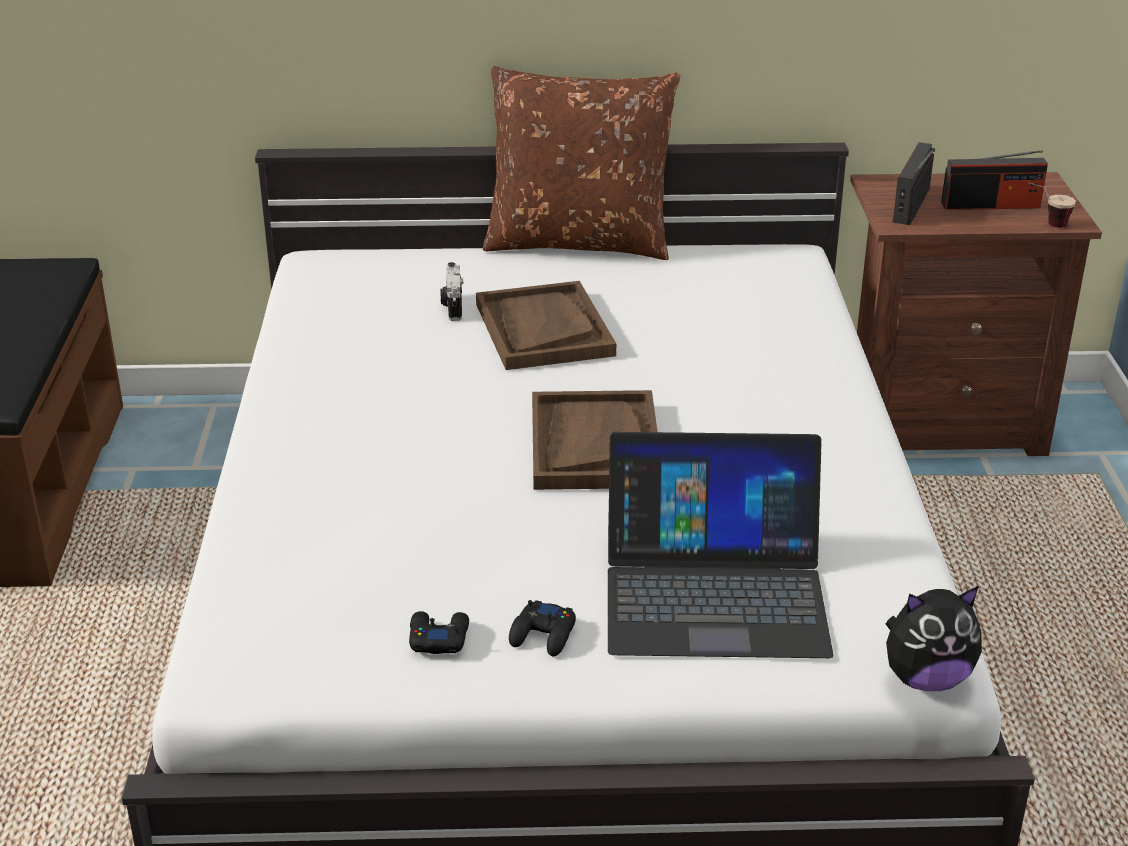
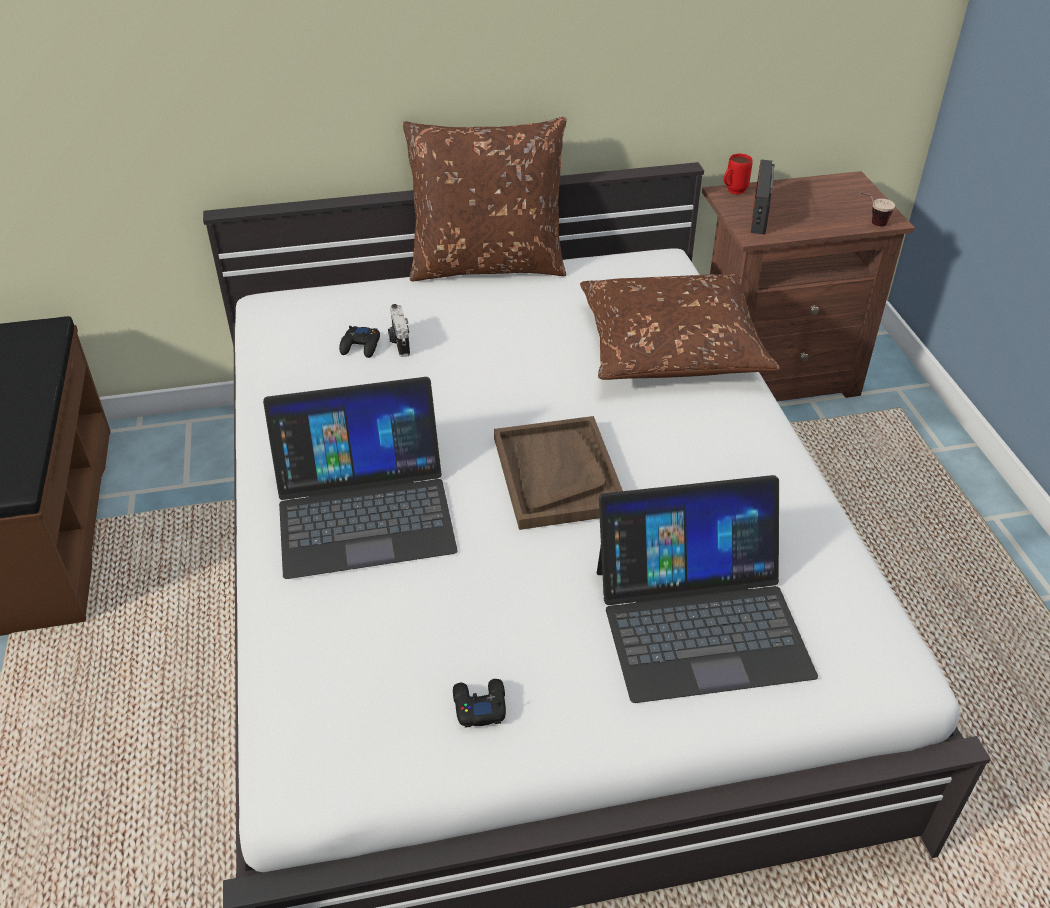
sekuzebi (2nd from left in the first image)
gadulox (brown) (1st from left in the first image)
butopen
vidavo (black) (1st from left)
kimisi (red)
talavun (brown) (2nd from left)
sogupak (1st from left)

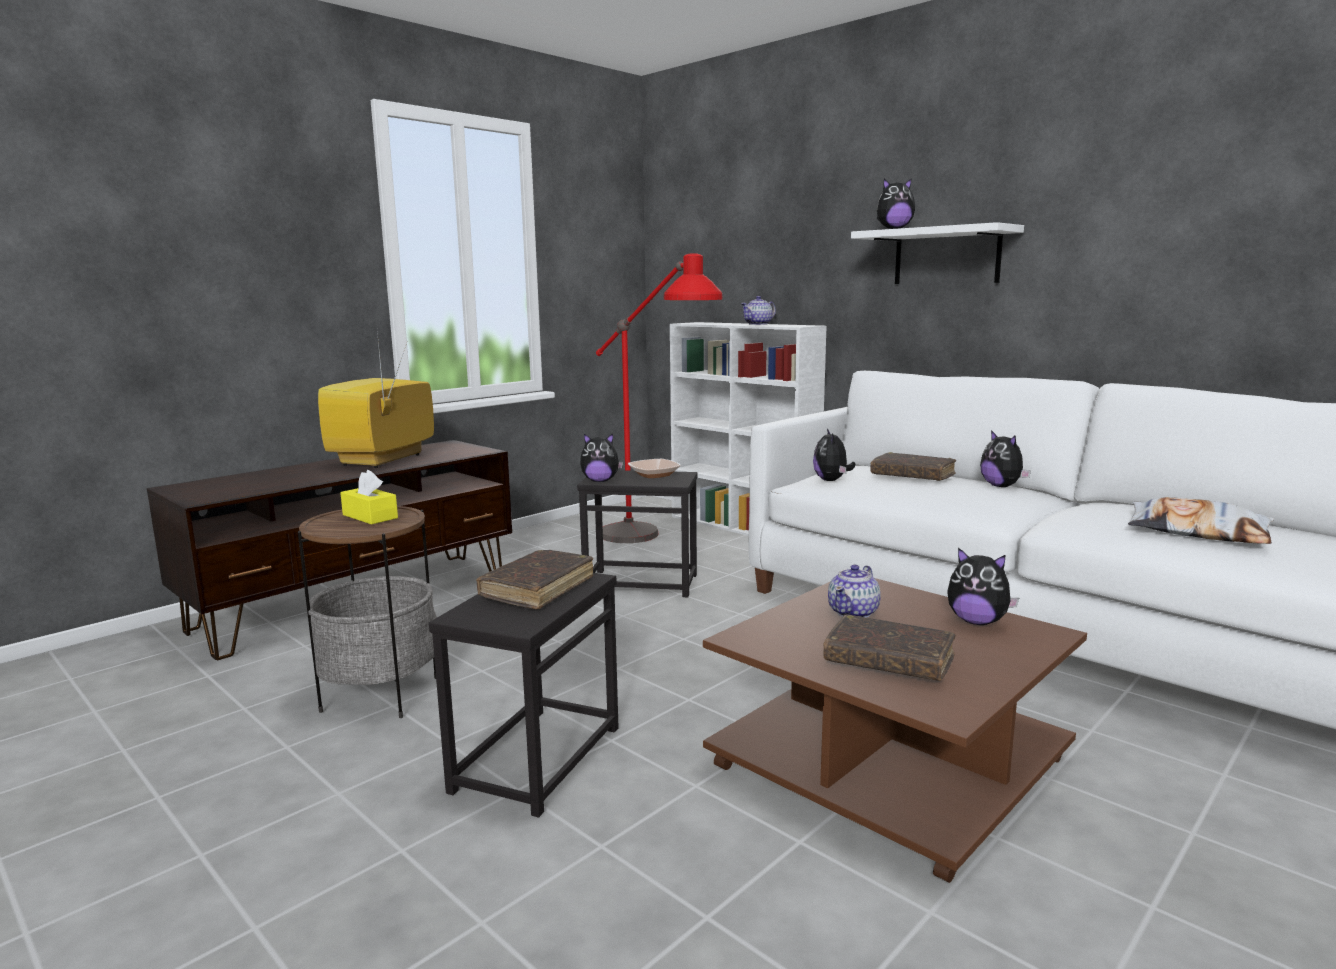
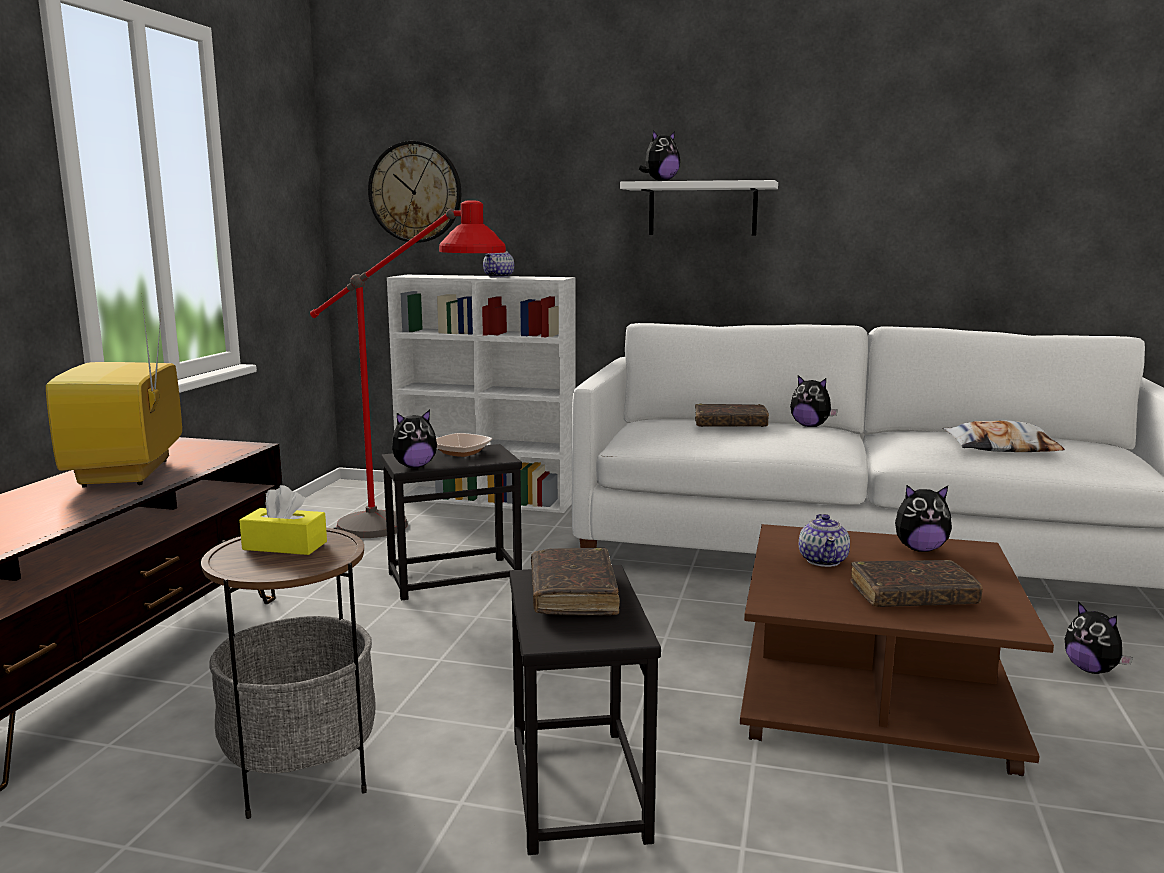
butopen (5th from left)
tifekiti

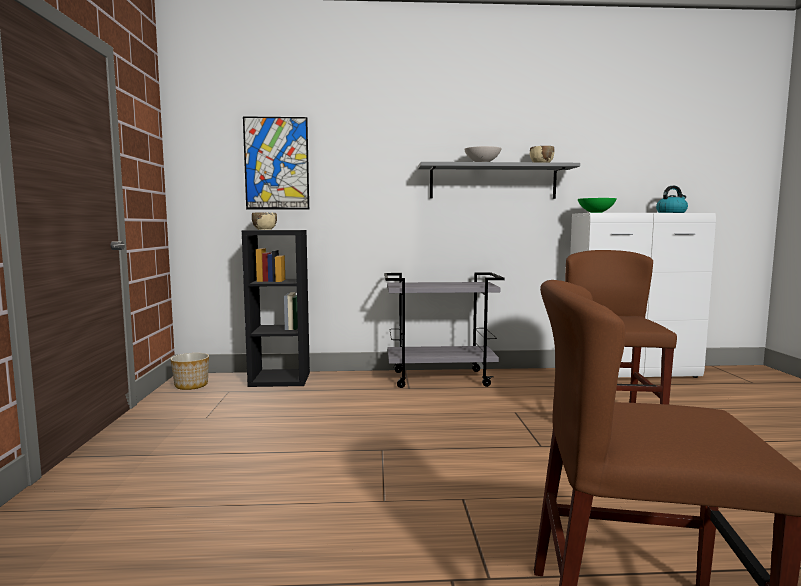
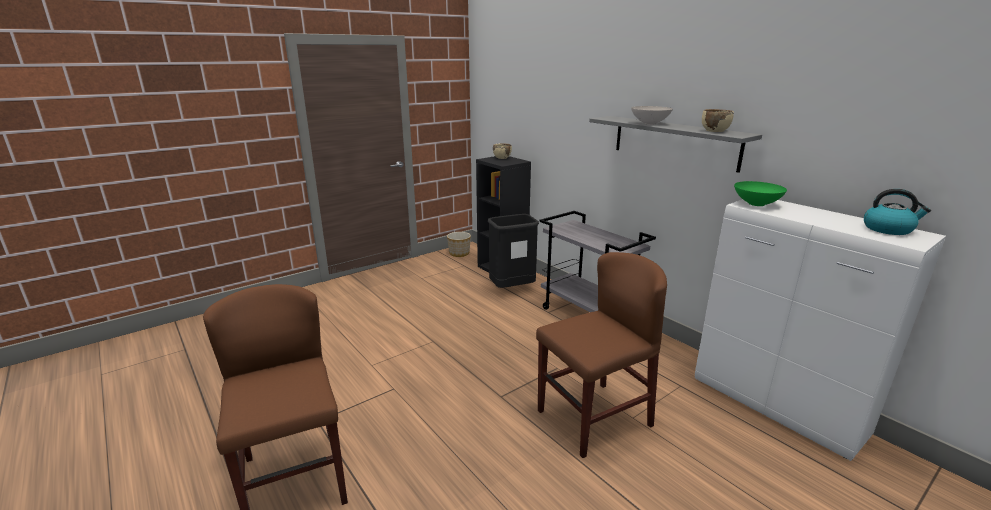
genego
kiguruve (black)

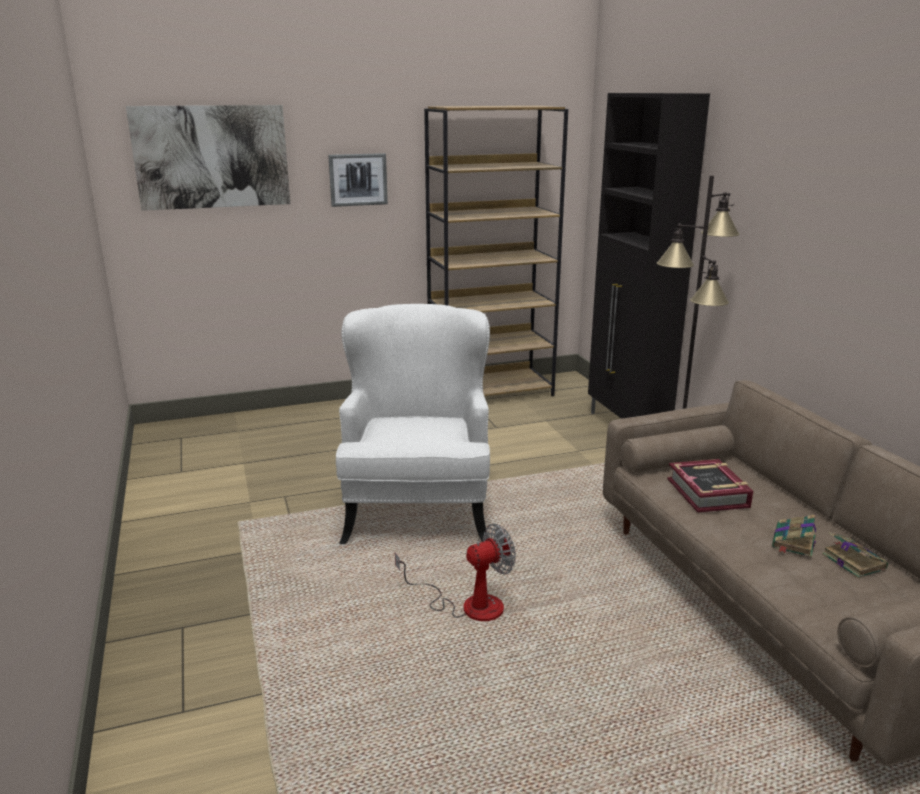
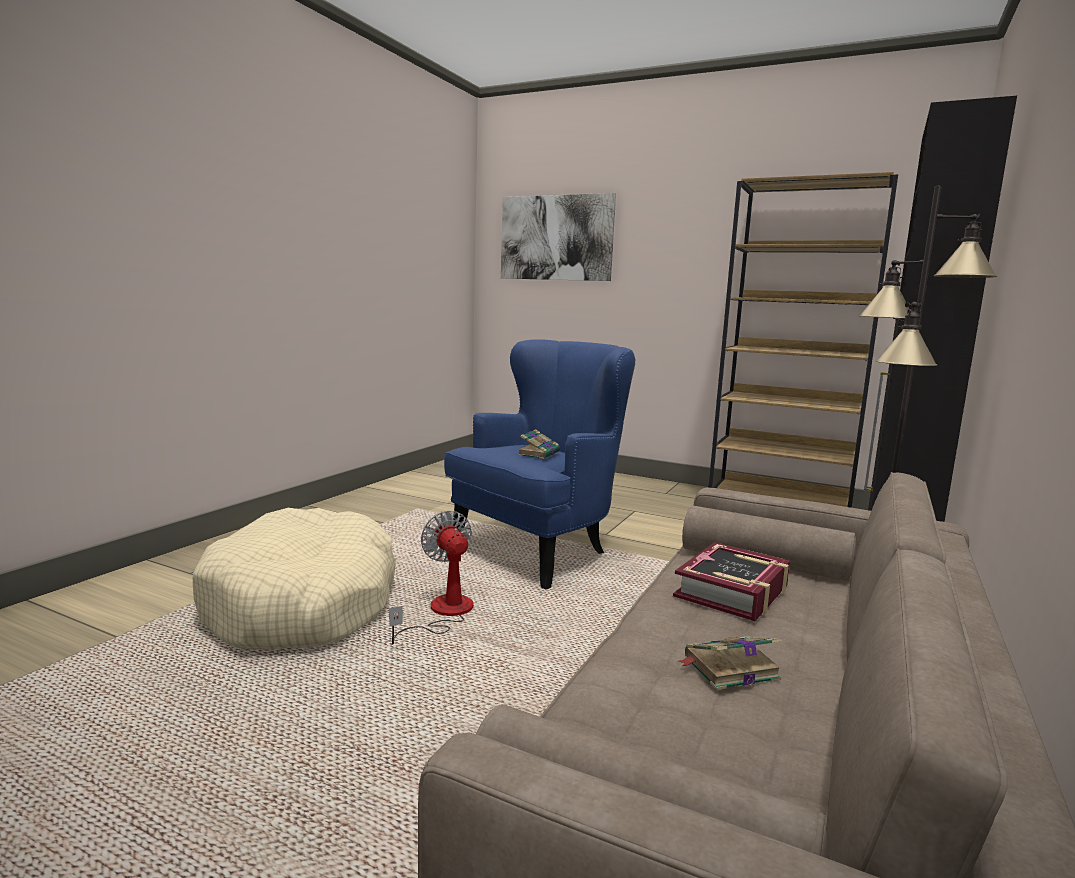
genego (2nd from left in the first image)
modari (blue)
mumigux
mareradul (1st from left)
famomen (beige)

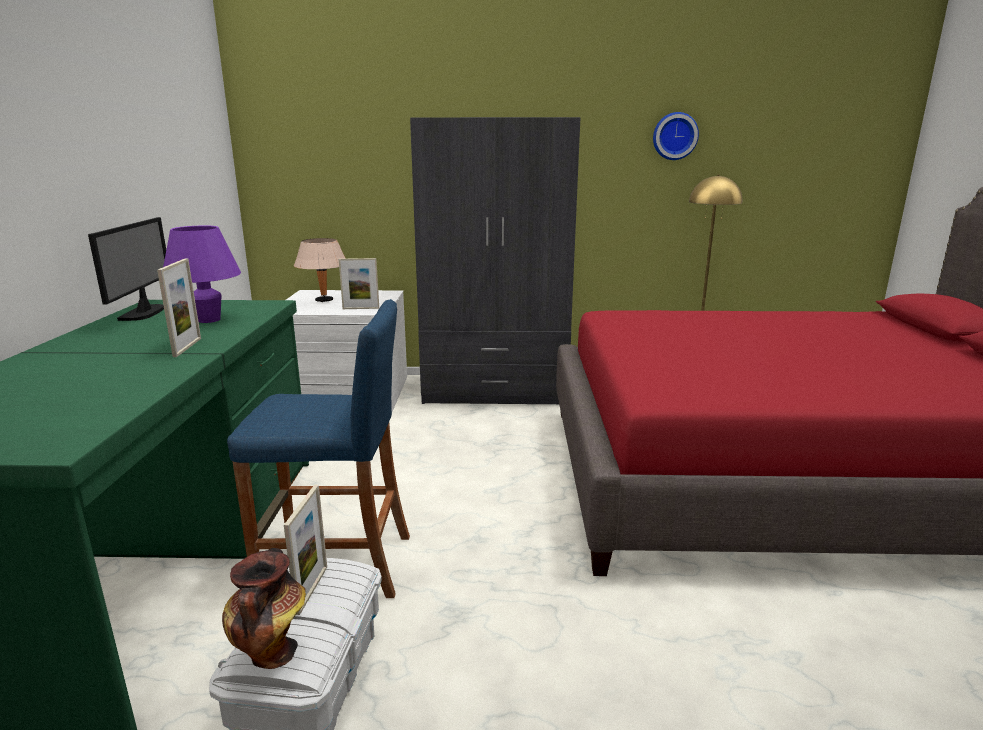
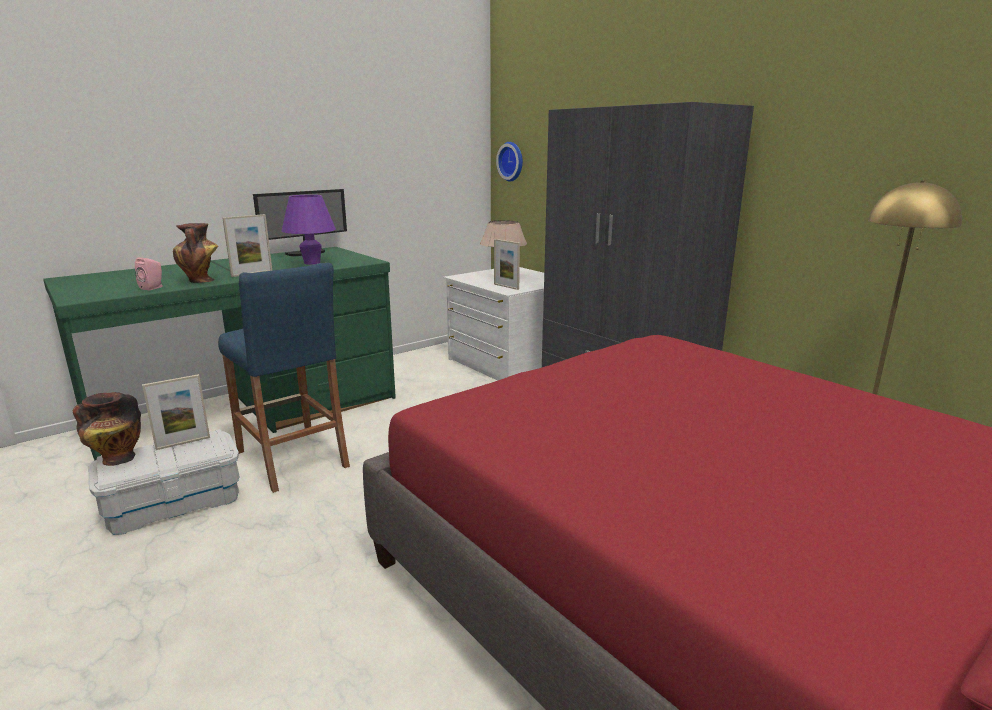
tifekiti
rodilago (2nd from left)
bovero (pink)

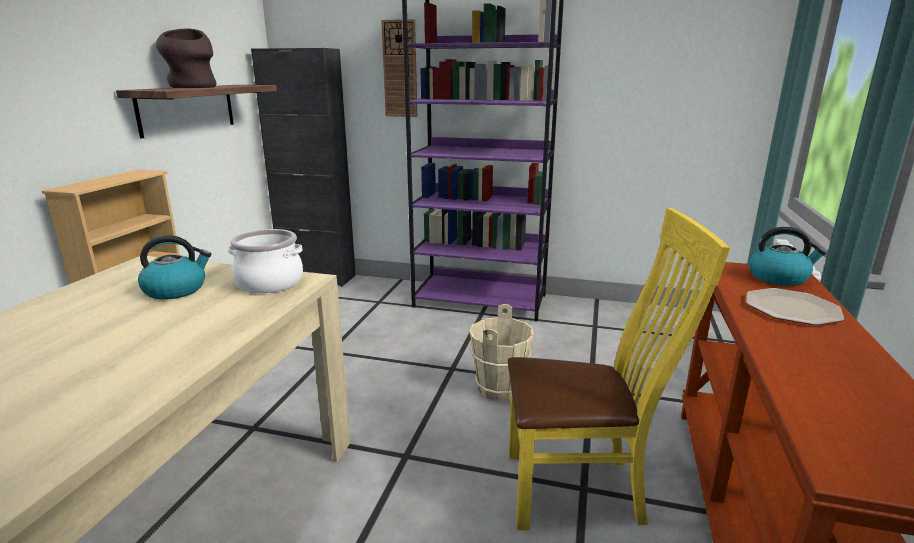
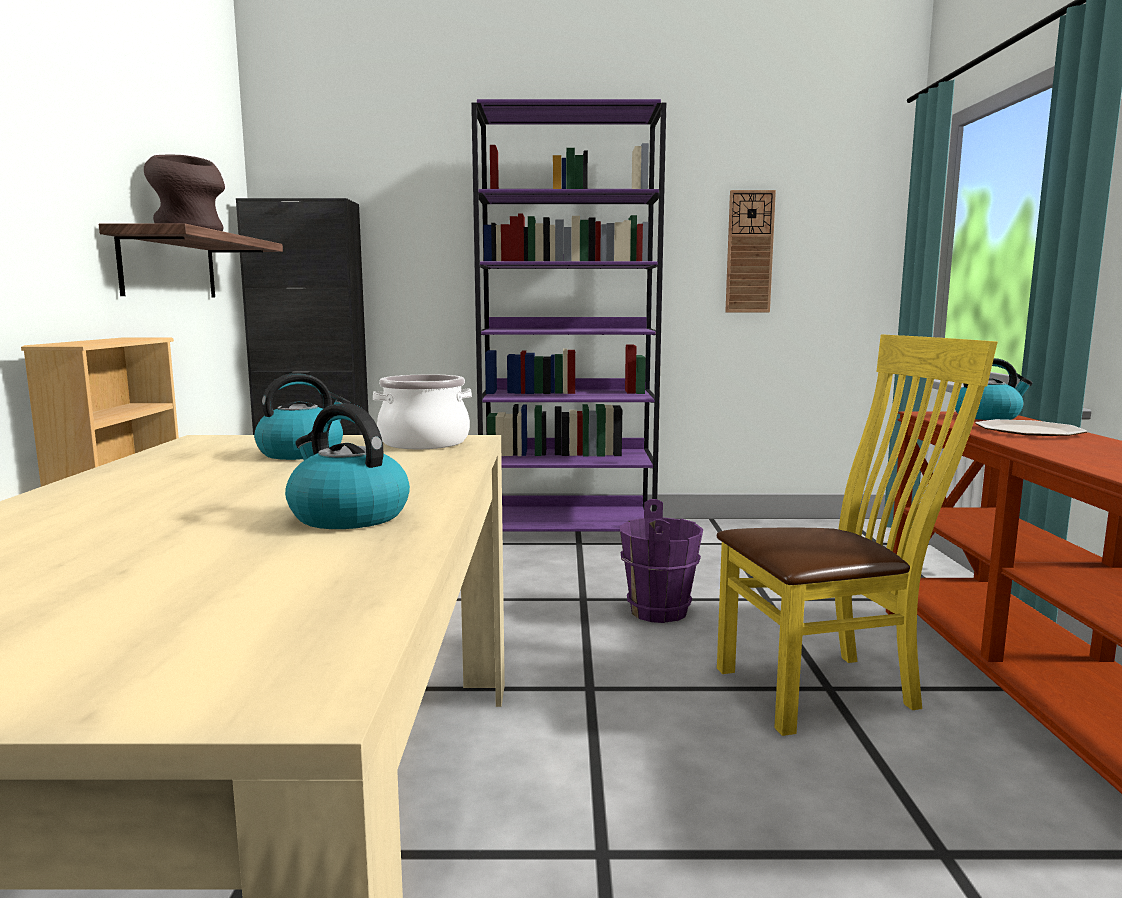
tifekiti
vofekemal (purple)
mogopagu (2nd from left)

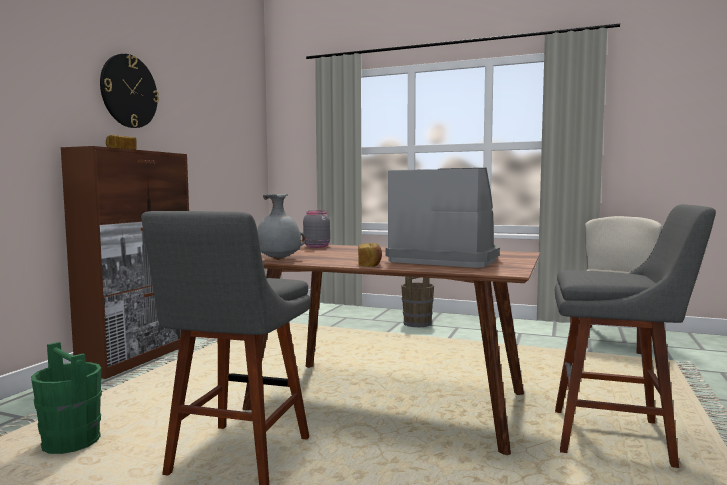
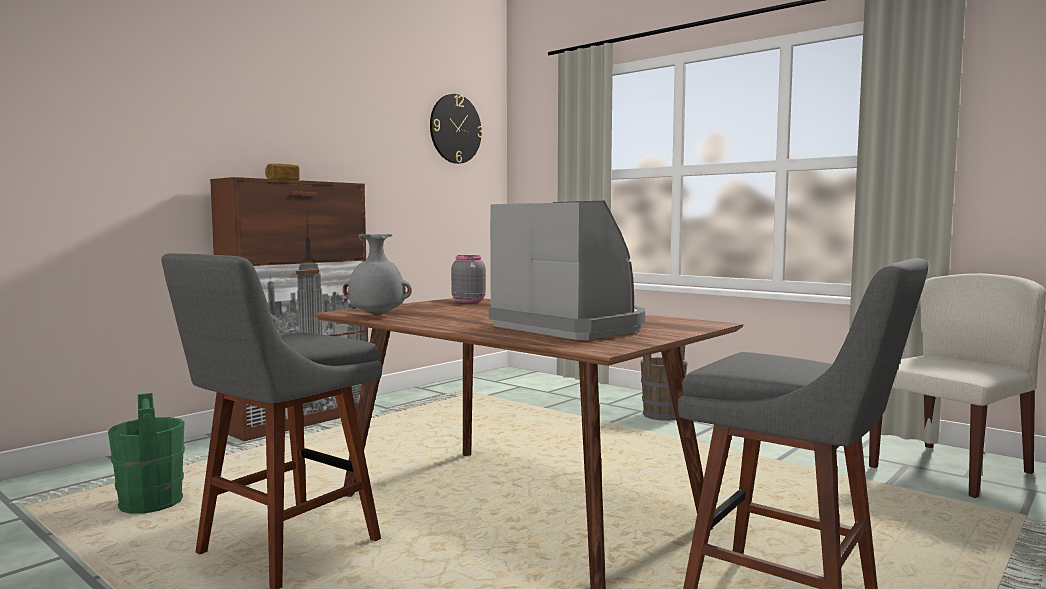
tifekiti
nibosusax (2nd from left in the first image)

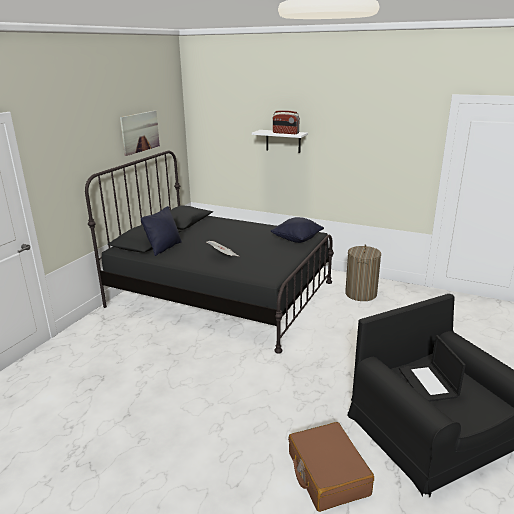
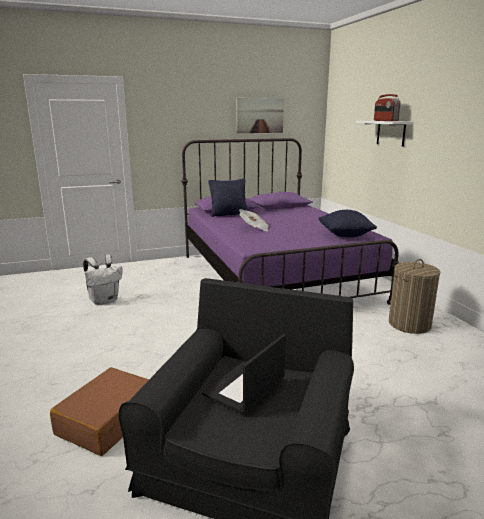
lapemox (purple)
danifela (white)

